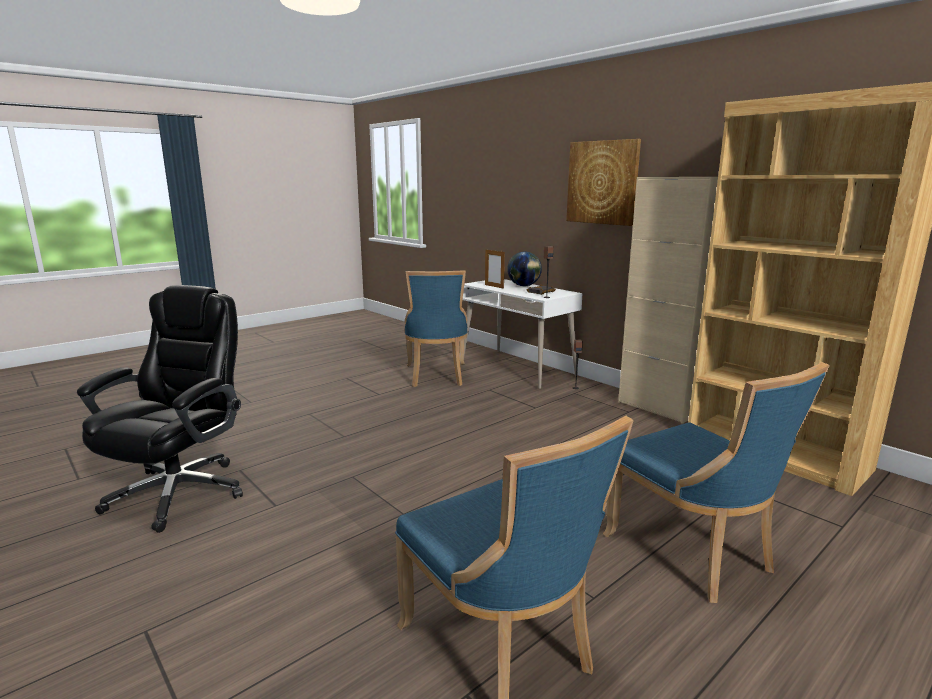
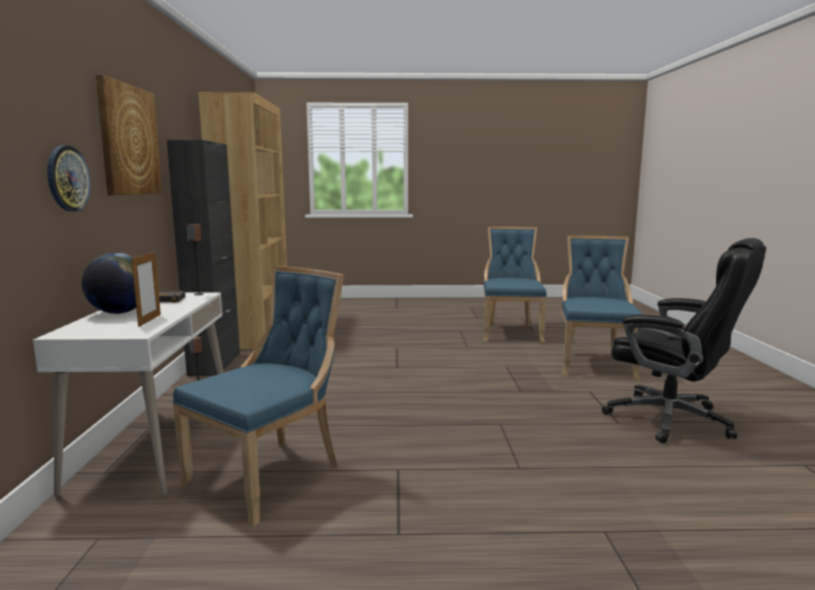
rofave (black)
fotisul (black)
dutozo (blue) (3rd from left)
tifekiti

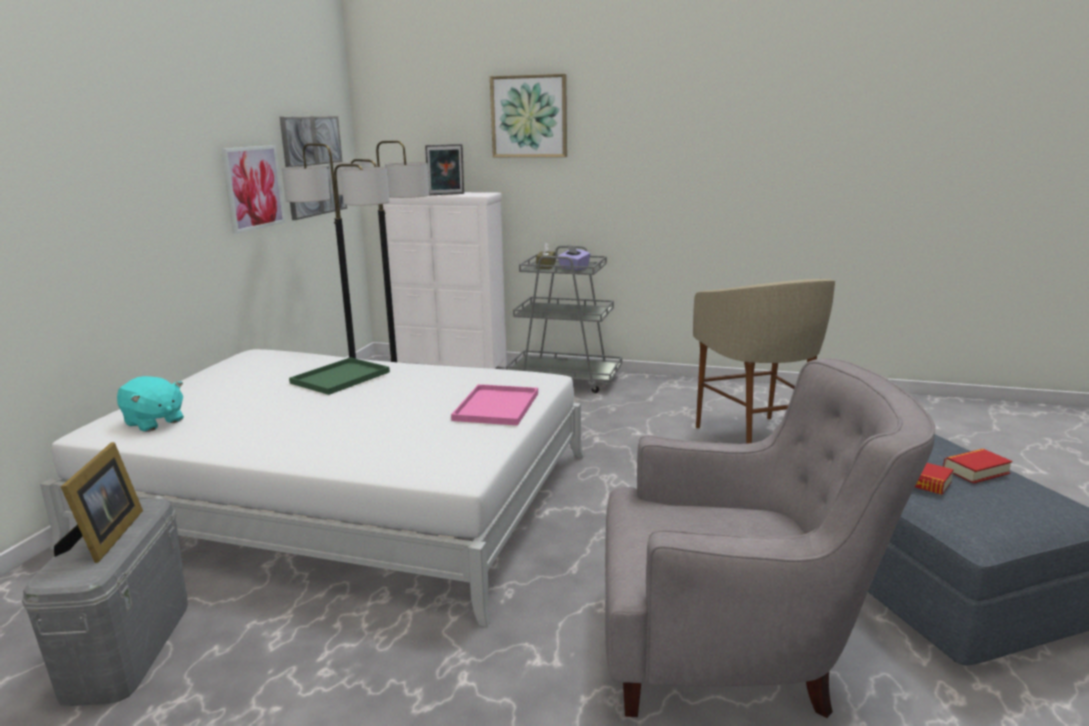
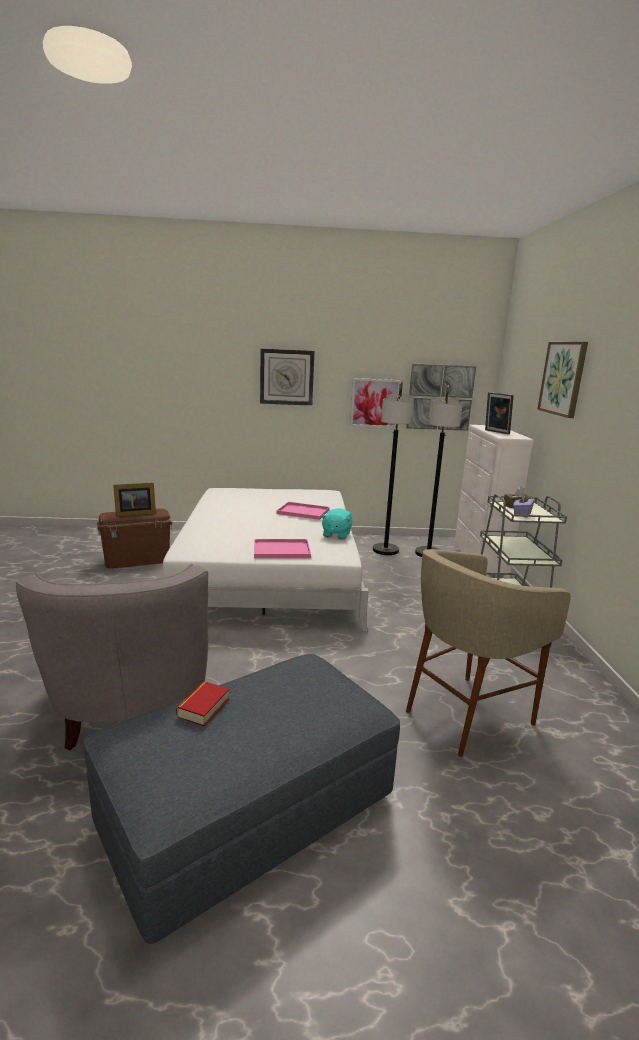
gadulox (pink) (2nd from left)
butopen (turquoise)
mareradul (2nd from left in the first image)
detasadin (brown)
tifekiti

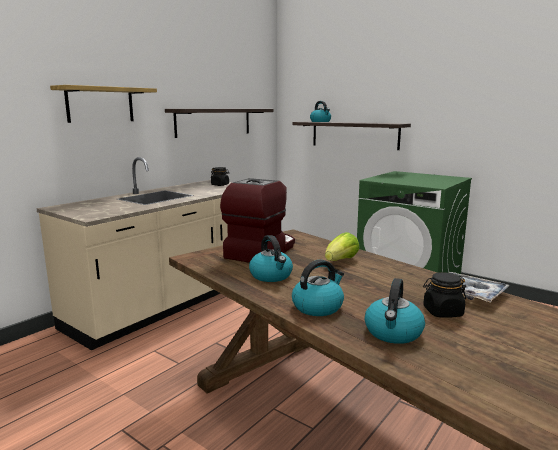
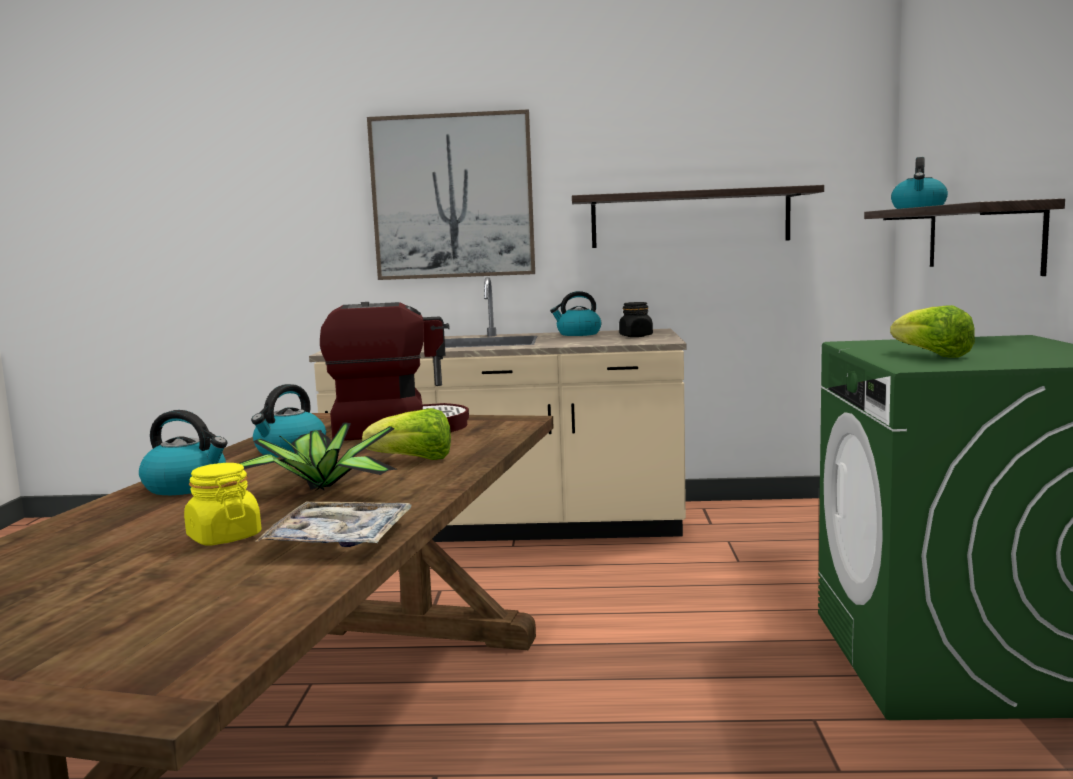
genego
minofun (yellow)
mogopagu (3rd from left)
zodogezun (2nd from left)
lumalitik

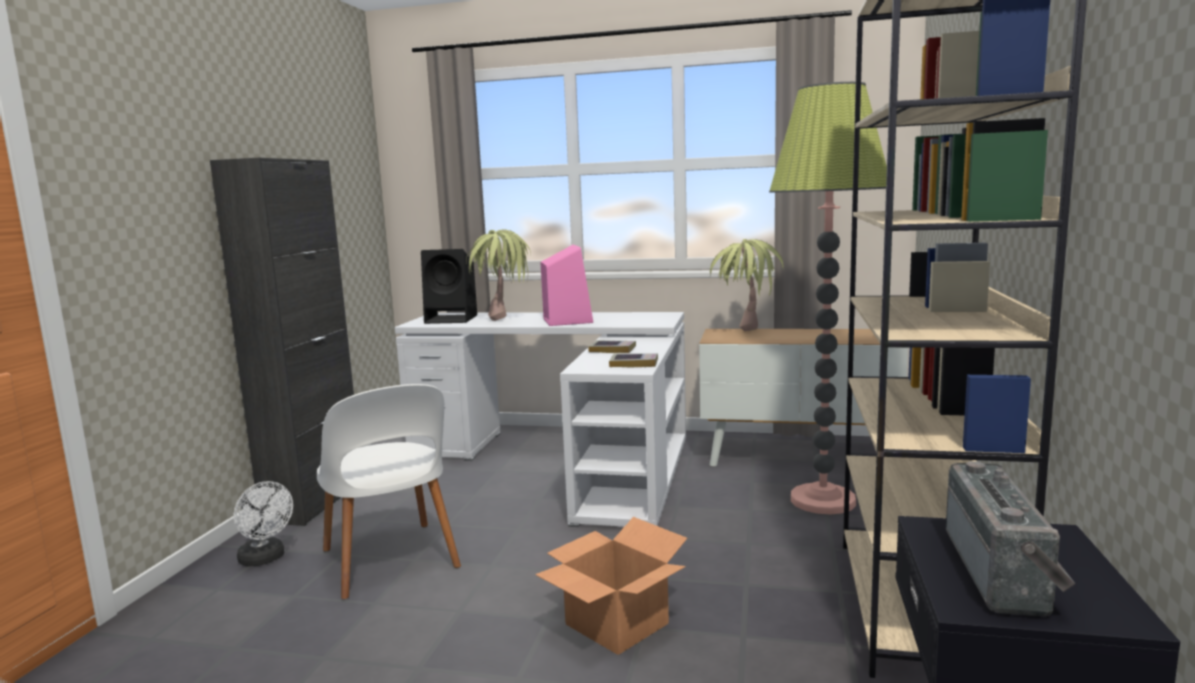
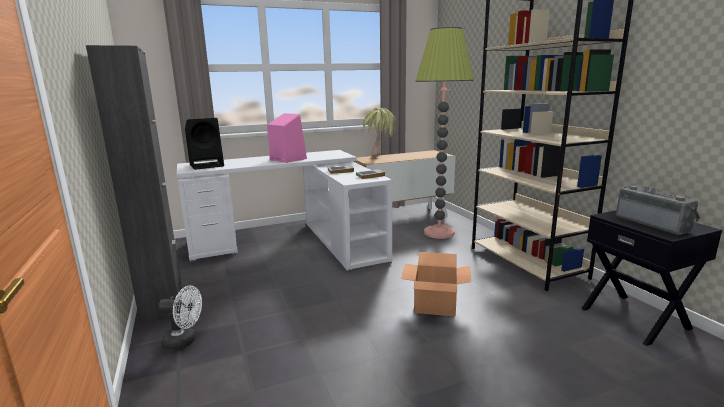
lumalitik (1st from left in the first image)
dutozo (white)

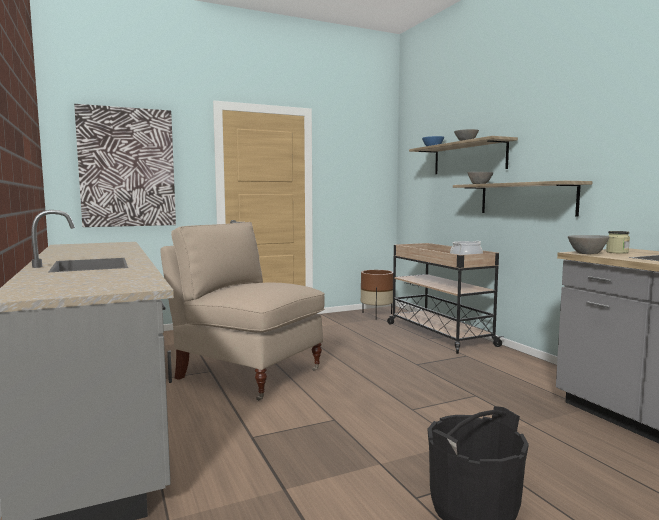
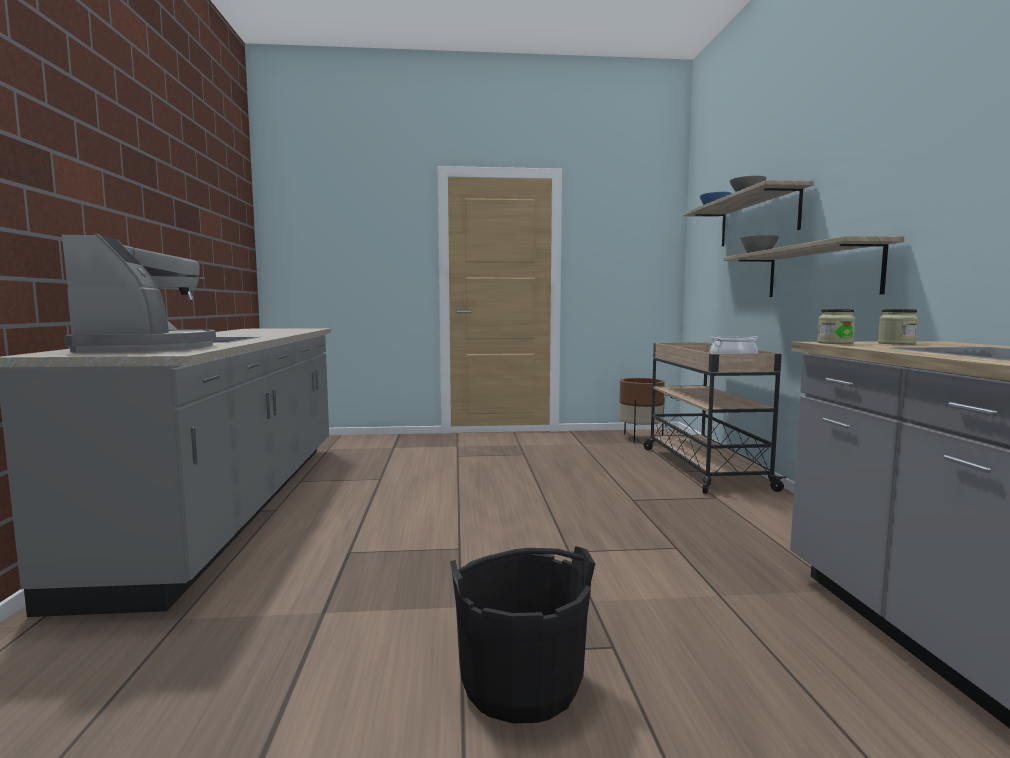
genego
dutozo (beige)
minofun (1st from left)
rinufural

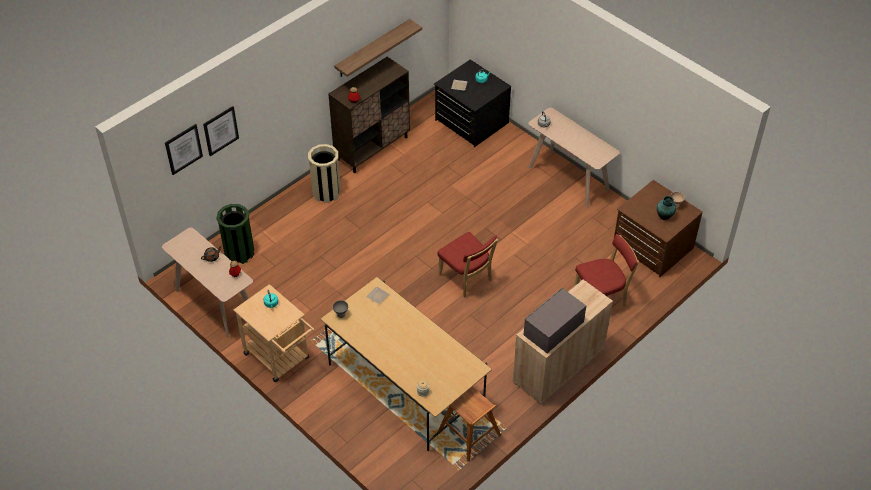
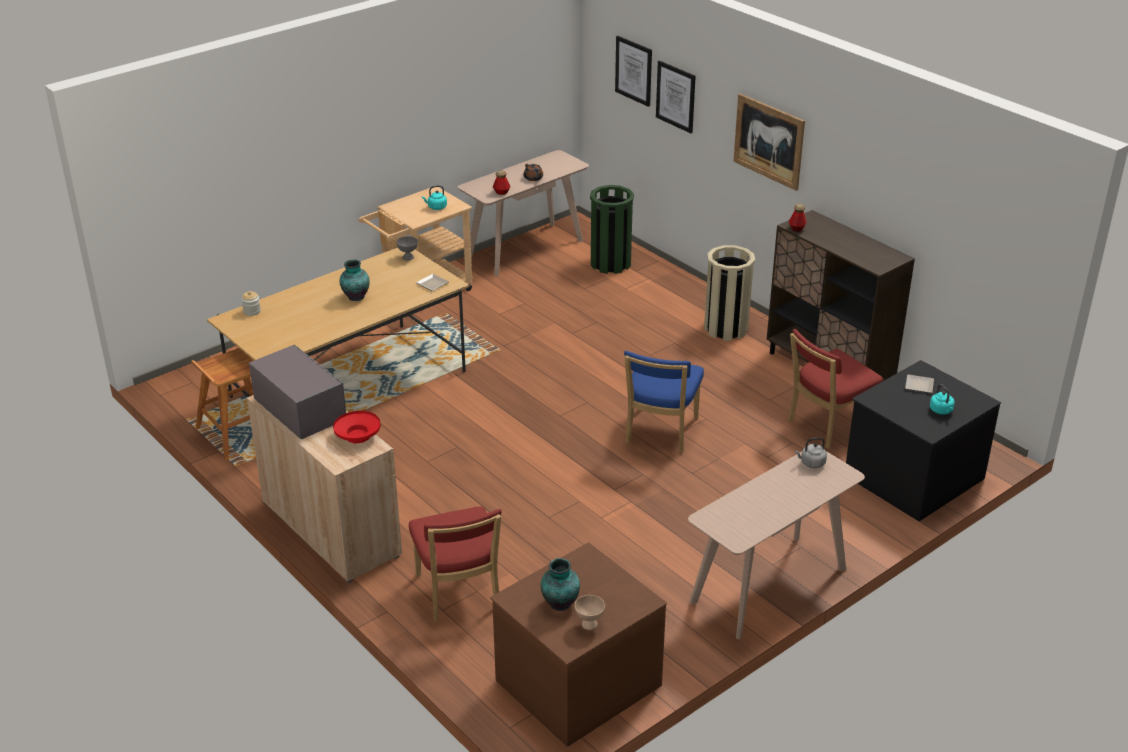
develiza
dutozo (red) (2nd from left)
genego (3rd from left)
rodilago (1st from left)
dutozo (blue)
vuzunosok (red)

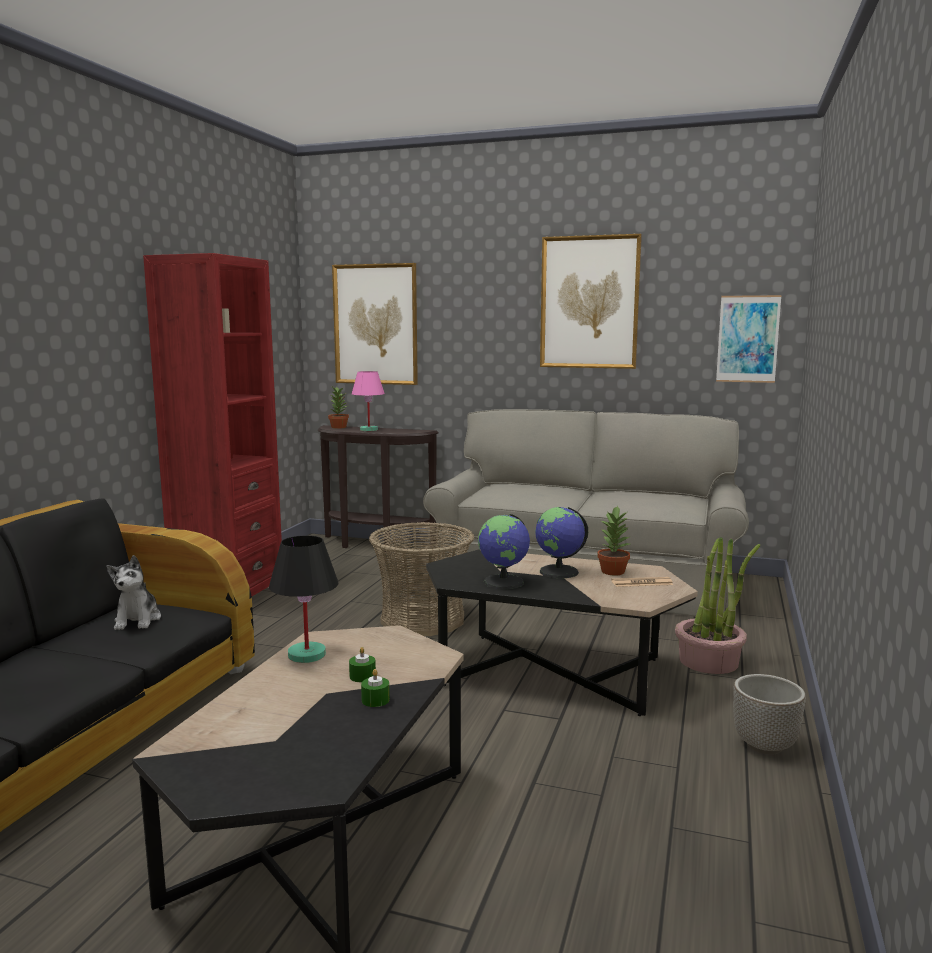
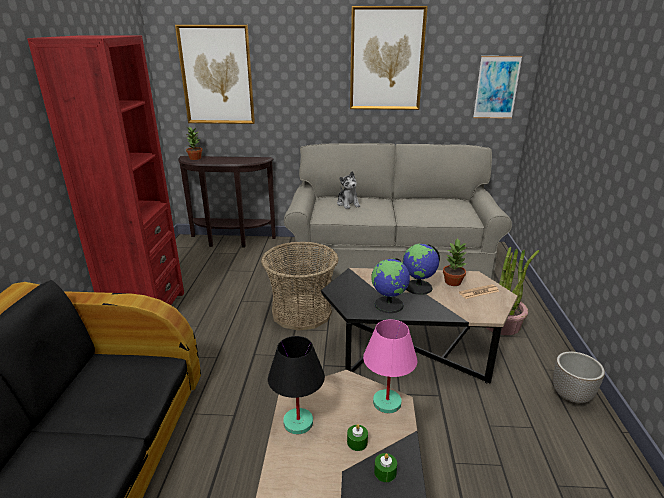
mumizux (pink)
butopen

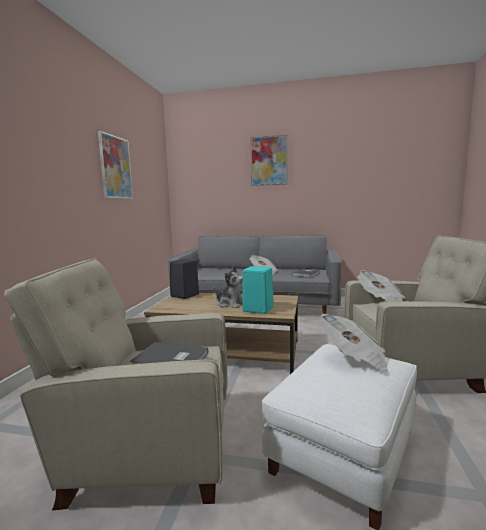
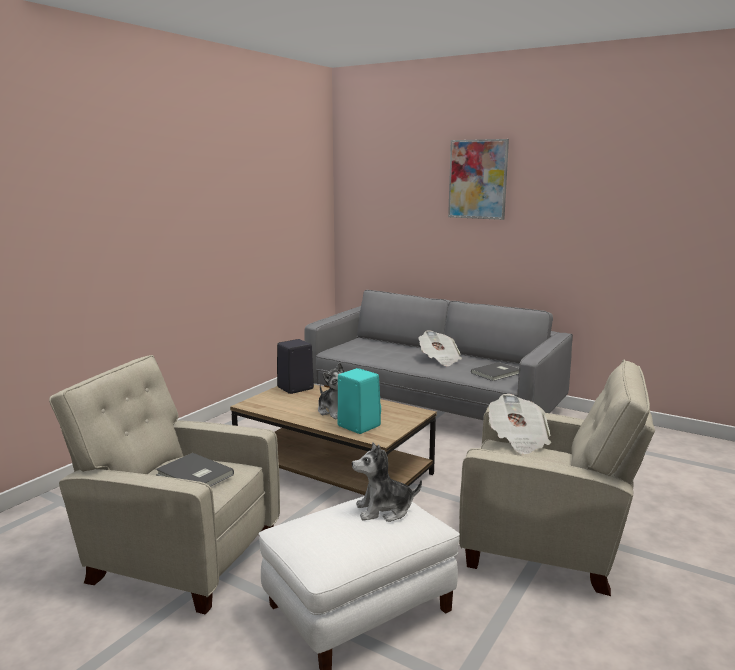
genego (1st from left in the first image)
butopen (2nd from left)

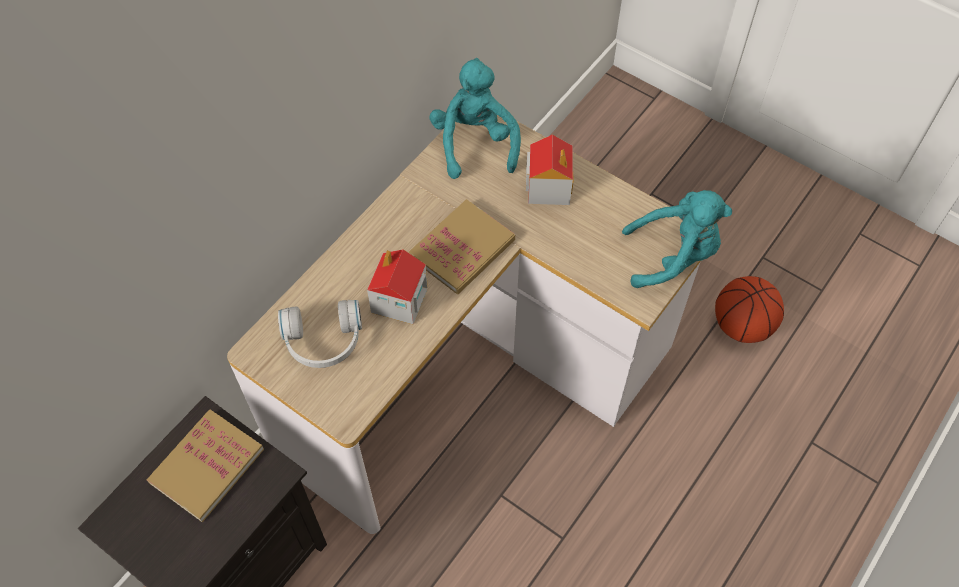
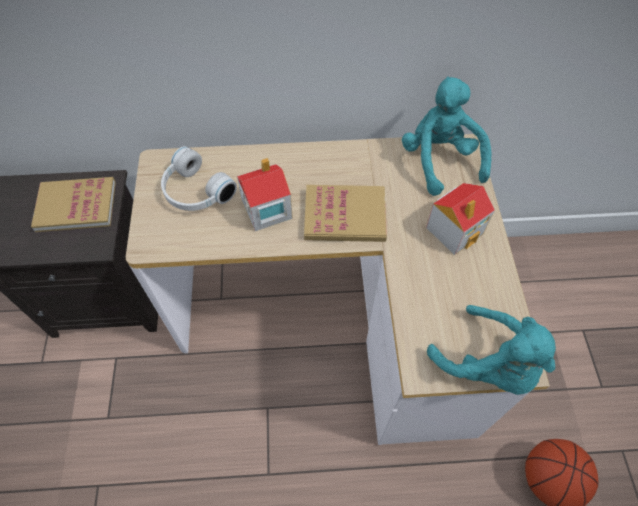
butopen (turquoise) (1st from left)

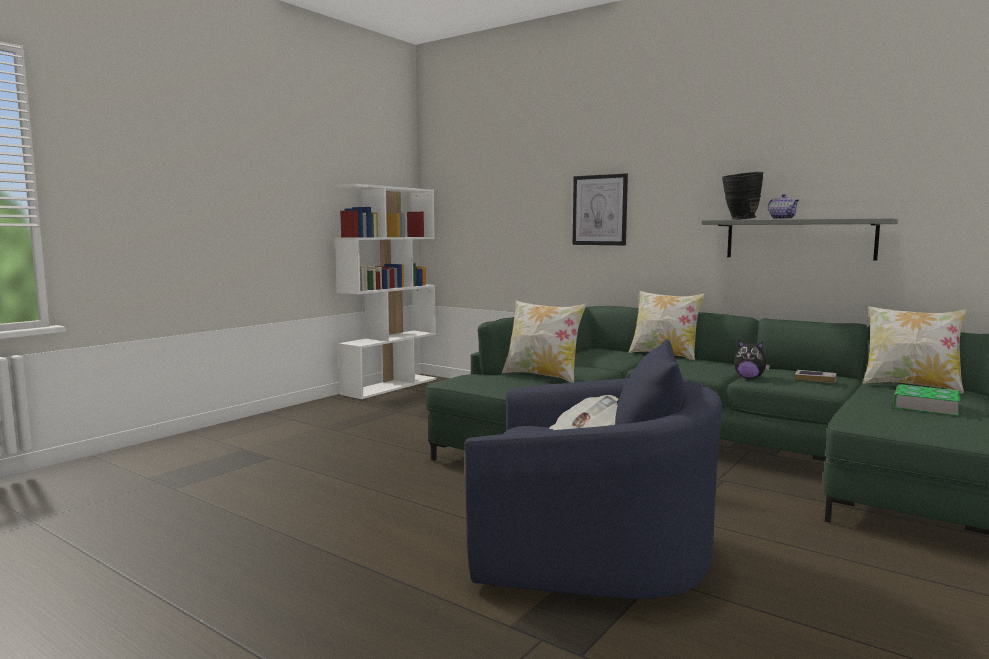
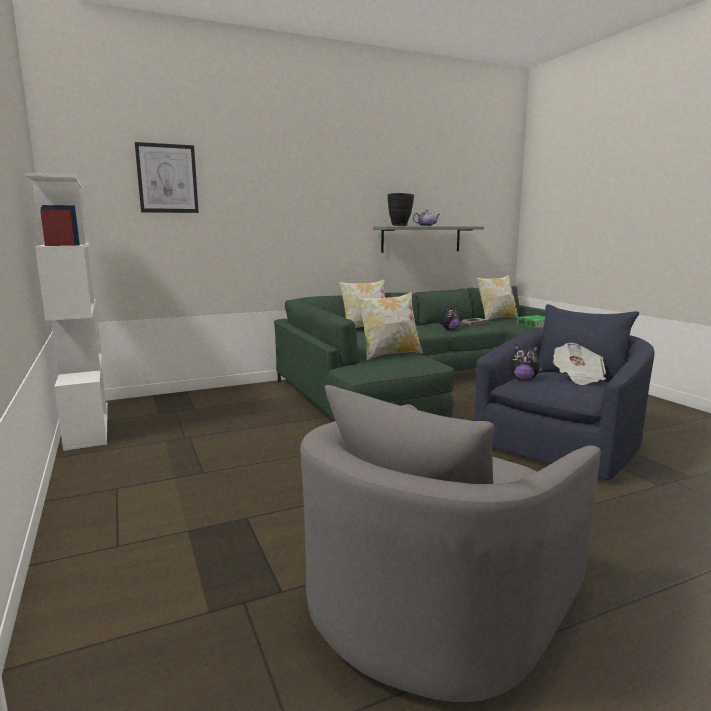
genego
butopen (2nd from left)
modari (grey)

